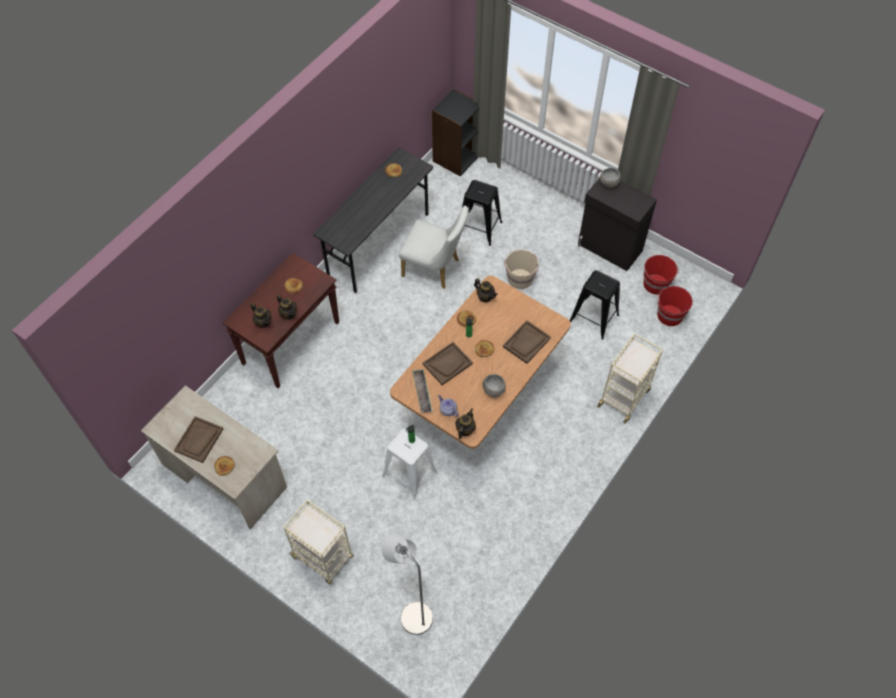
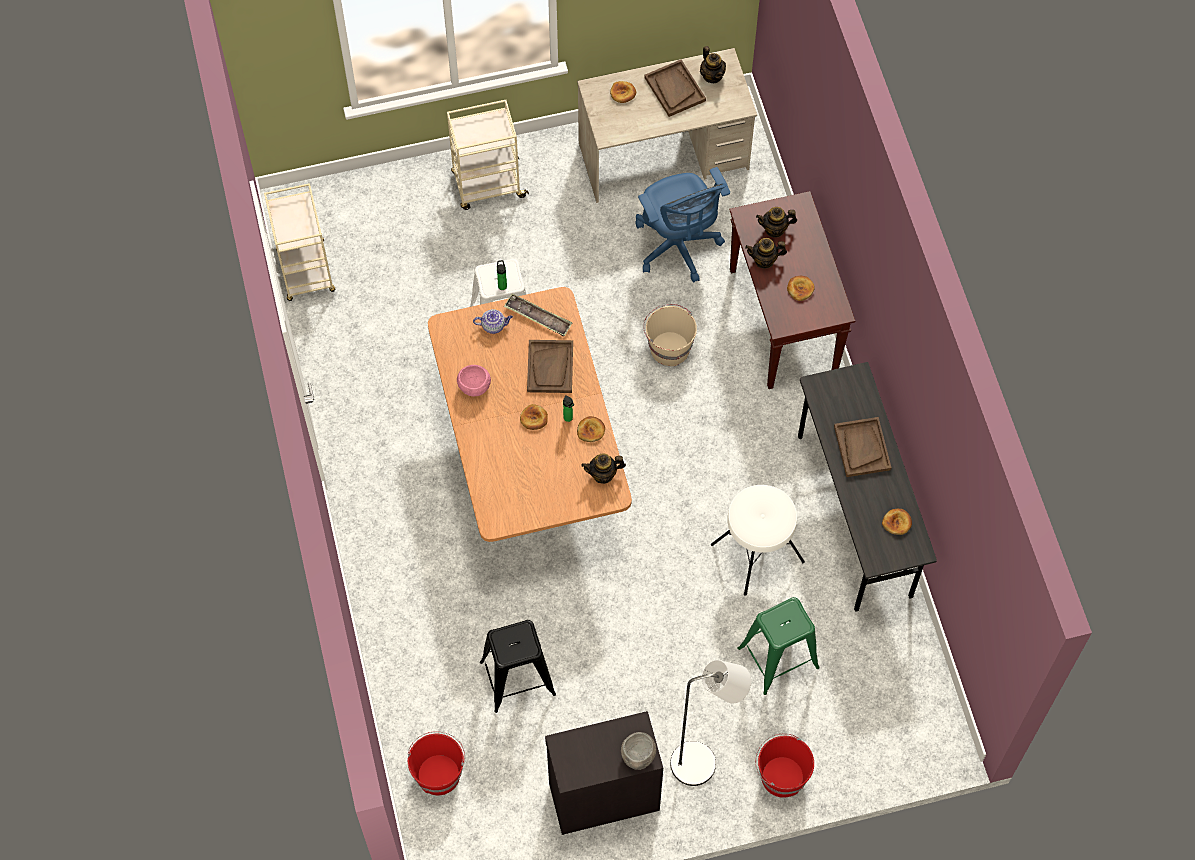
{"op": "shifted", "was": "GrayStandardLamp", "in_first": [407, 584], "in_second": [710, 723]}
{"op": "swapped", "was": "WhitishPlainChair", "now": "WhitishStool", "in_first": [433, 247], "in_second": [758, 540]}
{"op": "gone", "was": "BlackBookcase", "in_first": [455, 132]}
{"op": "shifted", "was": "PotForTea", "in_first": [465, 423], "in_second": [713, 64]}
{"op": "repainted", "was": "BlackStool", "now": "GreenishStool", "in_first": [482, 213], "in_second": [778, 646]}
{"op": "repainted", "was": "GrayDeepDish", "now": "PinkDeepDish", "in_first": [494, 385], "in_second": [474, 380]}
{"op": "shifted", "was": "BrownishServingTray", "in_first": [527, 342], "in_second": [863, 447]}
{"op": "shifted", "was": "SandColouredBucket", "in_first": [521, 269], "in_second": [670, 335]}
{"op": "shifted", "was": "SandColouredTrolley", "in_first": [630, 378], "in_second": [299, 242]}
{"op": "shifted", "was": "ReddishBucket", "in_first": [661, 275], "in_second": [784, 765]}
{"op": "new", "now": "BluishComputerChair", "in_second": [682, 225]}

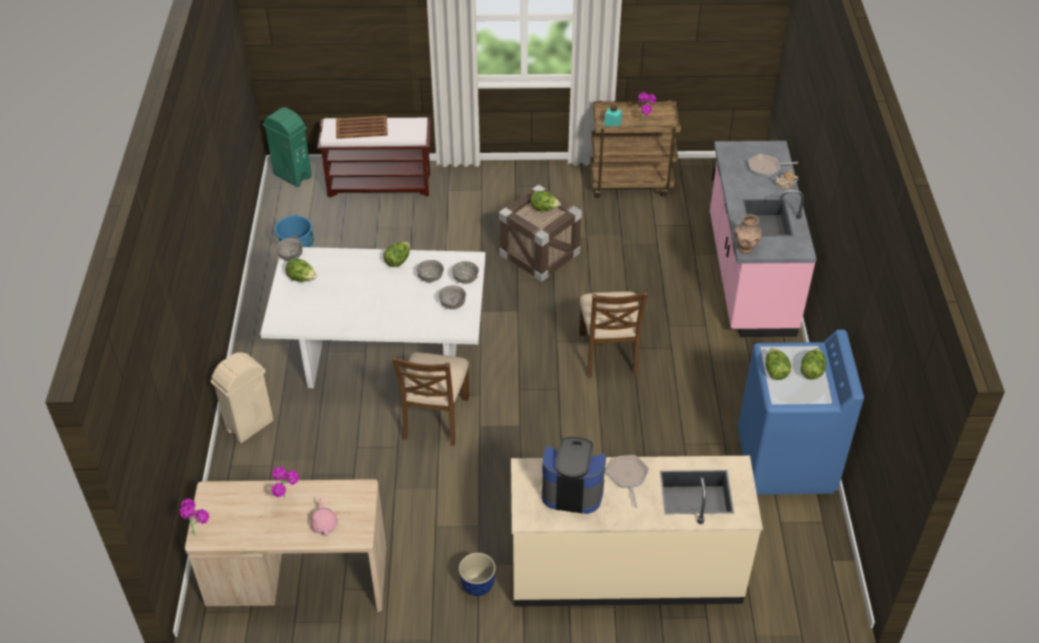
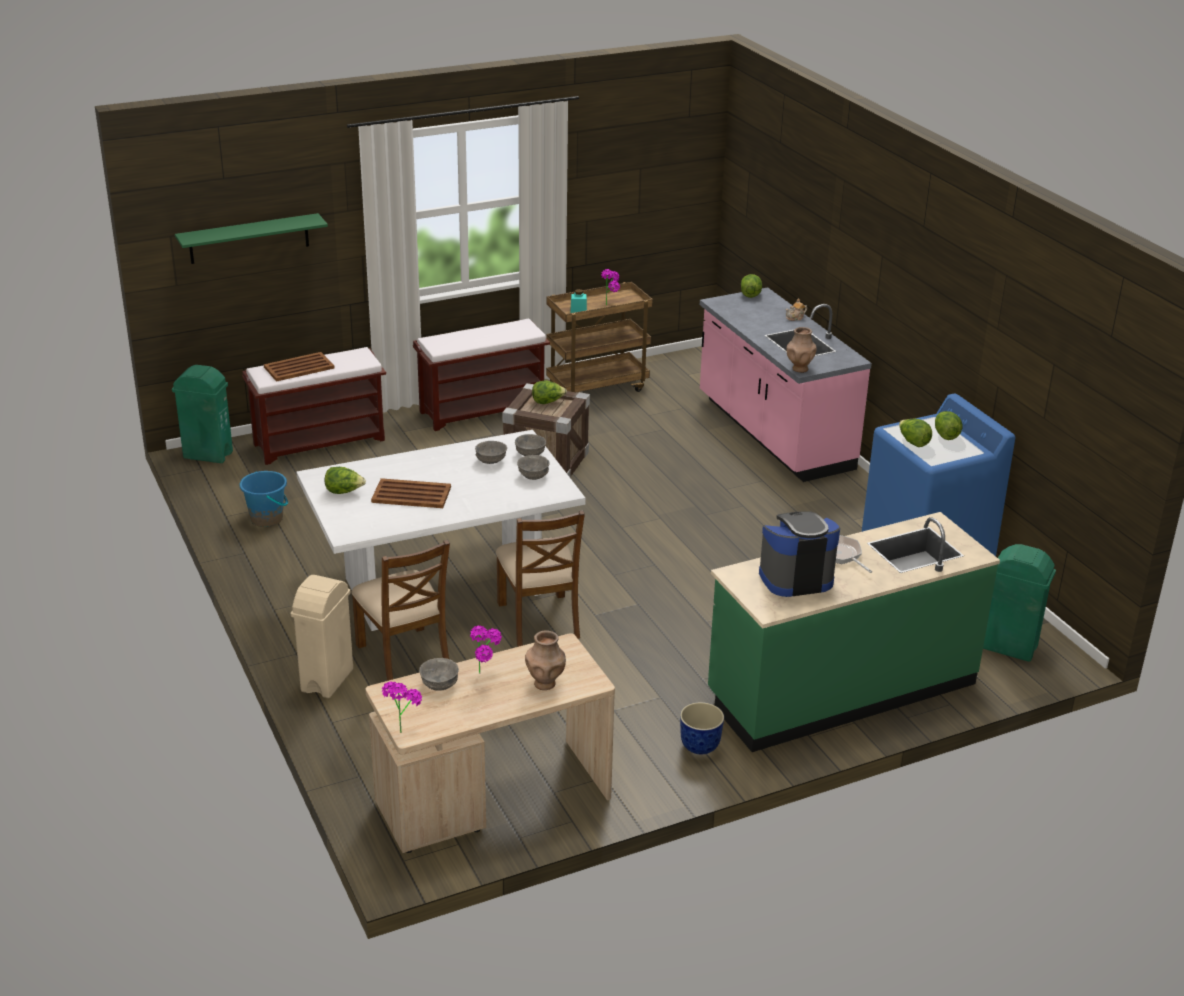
{"op": "shifted", "was": "GrayDeepDish", "in_first": [289, 249], "in_second": [439, 674]}
{"op": "swapped", "was": "PinkPotForTea", "now": "BrownishVase", "in_first": [324, 516], "in_second": [545, 660]}
{"op": "shifted", "was": "Lettuce", "in_first": [396, 254], "in_second": [751, 286]}
{"op": "repainted", "was": "SandColouredKitchenCounter", "now": "GreenishKitchenCounter", "in_first": [637, 531], "in_second": [854, 632]}
{"op": "shifted", "was": "BrownishPlainChair", "in_first": [613, 335], "in_second": [401, 610]}
{"op": "gone", "was": "Pan", "in_first": [773, 165]}
{"op": "new", "now": "GreenishBracketShelf", "in_second": [251, 238]}
{"op": "new", "now": "BrownishServingTray", "in_second": [411, 493]}
{"op": "new", "now": "BrownishBench", "in_second": [481, 375]}
{"op": "new", "now": "GreenishWasteBin", "in_second": [1019, 603]}

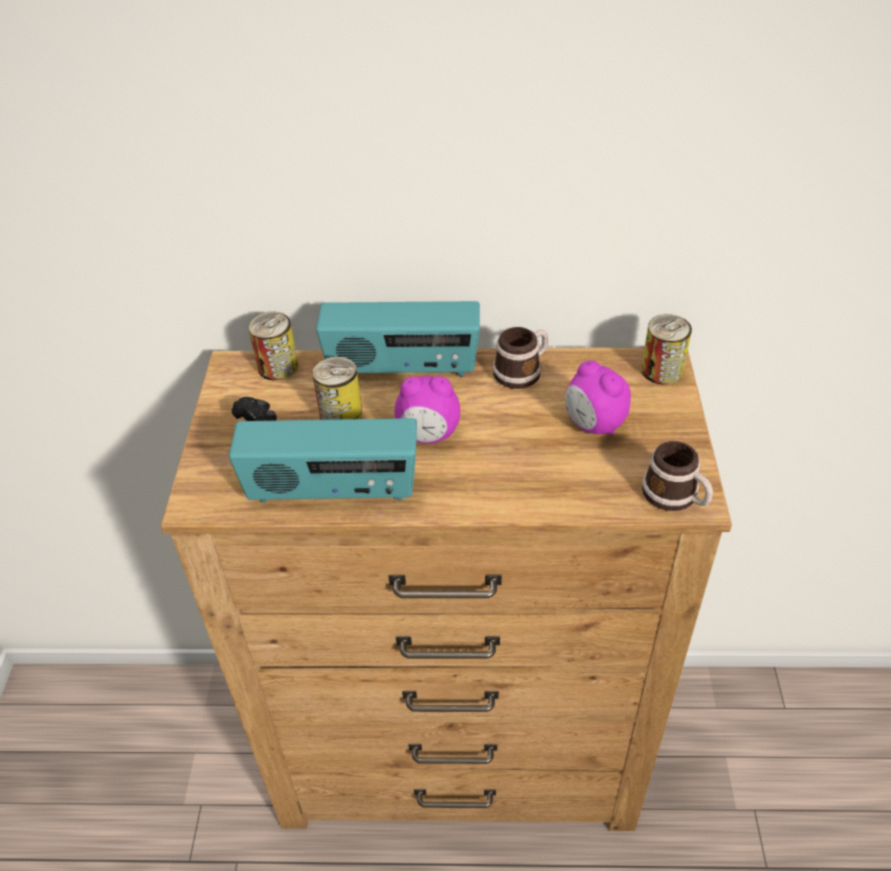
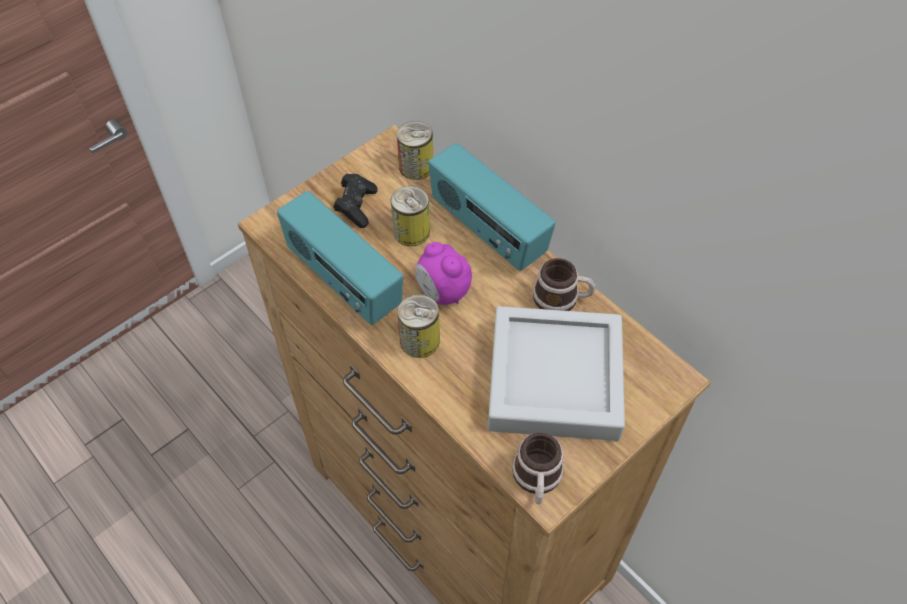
{"op": "swapped", "was": "AlarmClock", "now": "GrayServingTray", "in_first": [598, 398], "in_second": [556, 373]}
{"op": "shifted", "was": "MetalCan", "in_first": [666, 349], "in_second": [418, 326]}

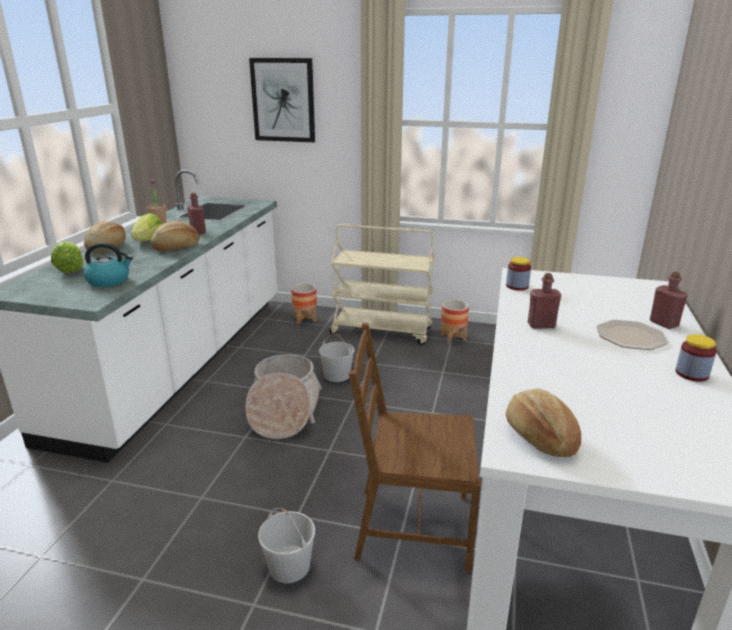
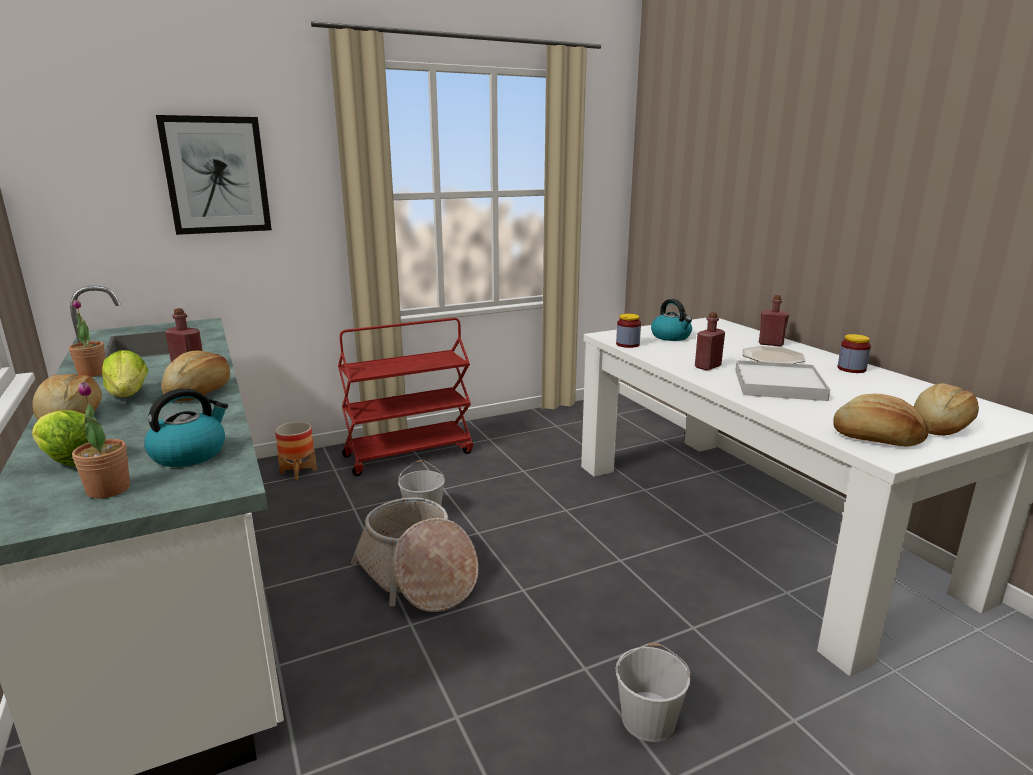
{"op": "repainted", "was": "SandColouredTrolley", "now": "ReddishTrolley", "in_first": [382, 284], "in_second": [405, 397]}
{"op": "gone", "was": "BrownishPlainChair", "in_first": [415, 448]}
{"op": "gone", "was": "PlantPot", "in_first": [454, 321]}
{"op": "new", "now": "PottedPlant", "in_second": [101, 440]}
{"op": "new", "now": "Kettle", "in_second": [671, 320]}
{"op": "new", "now": "WhitishServingTray", "in_second": [782, 380]}
{"op": "new", "now": "Bread", "in_second": [946, 409]}

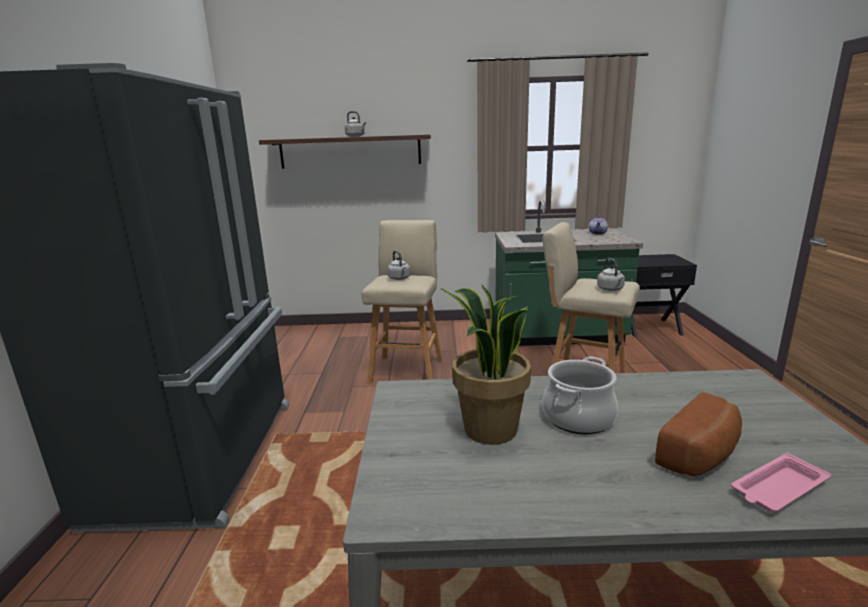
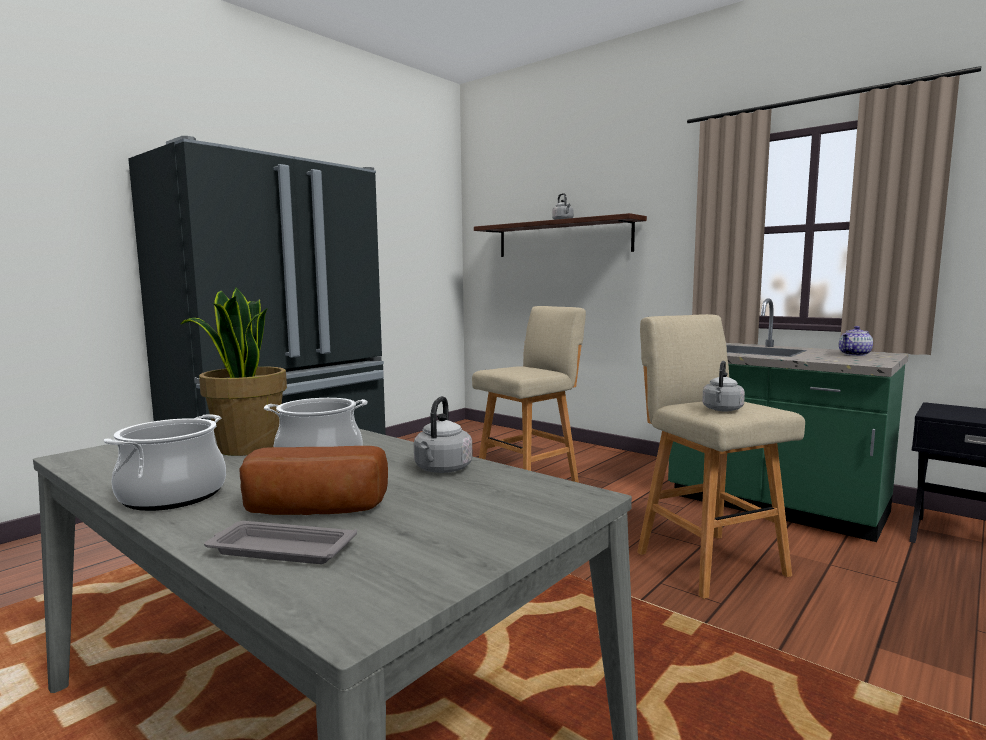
{"op": "shifted", "was": "GrayKettle", "in_first": [398, 265], "in_second": [443, 434]}
{"op": "repainted", "was": "PinkServingTray", "now": "GrayServingTray", "in_first": [781, 482], "in_second": [280, 542]}
{"op": "new", "now": "Saucepot", "in_second": [165, 462]}

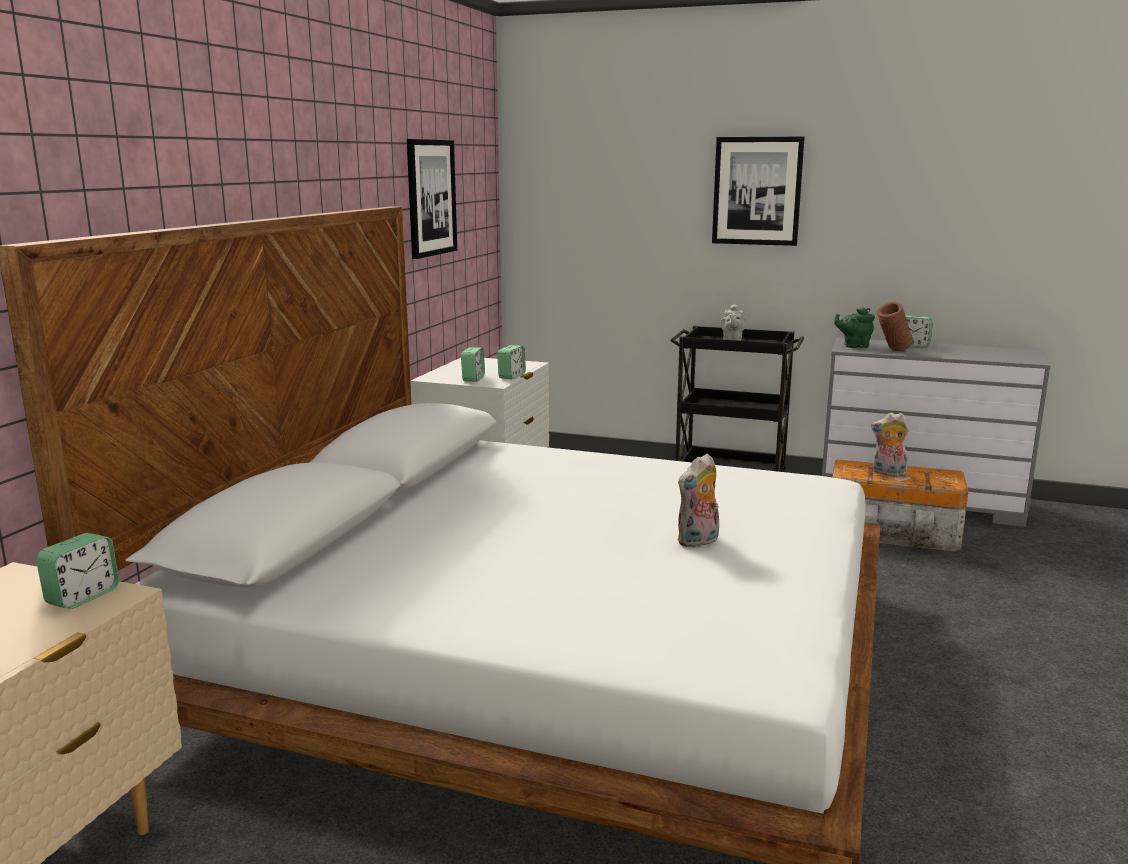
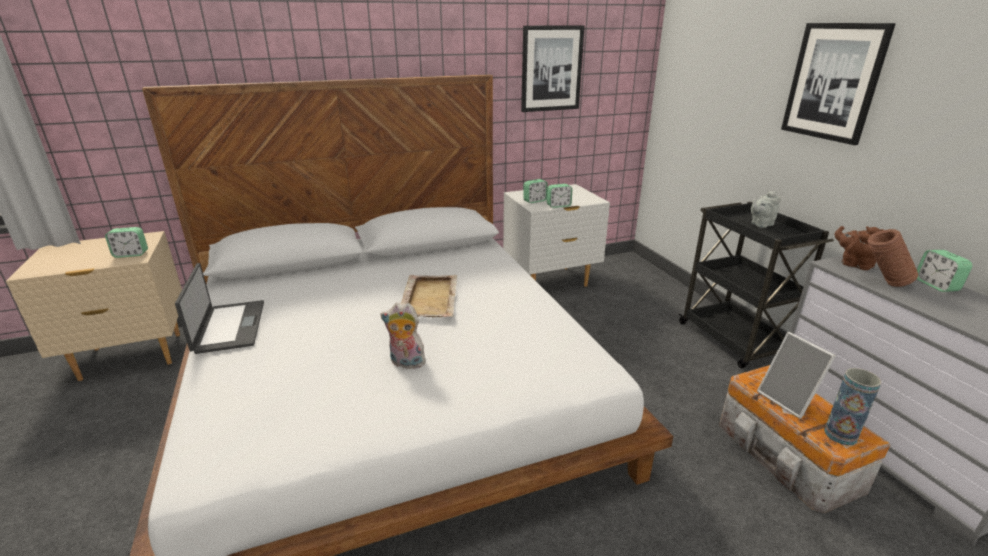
{"op": "repainted", "was": "GreenishPotForTea", "now": "BrownishPotForTea", "in_first": [854, 328], "in_second": [859, 248]}
{"op": "swapped", "was": "PlushToy", "now": "StandingFrame", "in_first": [890, 444], "in_second": [796, 375]}
{"op": "new", "now": "PortableComputer", "in_second": [219, 308]}
{"op": "new", "now": "SandColouredServingTray", "in_second": [429, 296]}
{"op": "new", "now": "Vase", "in_second": [853, 407]}

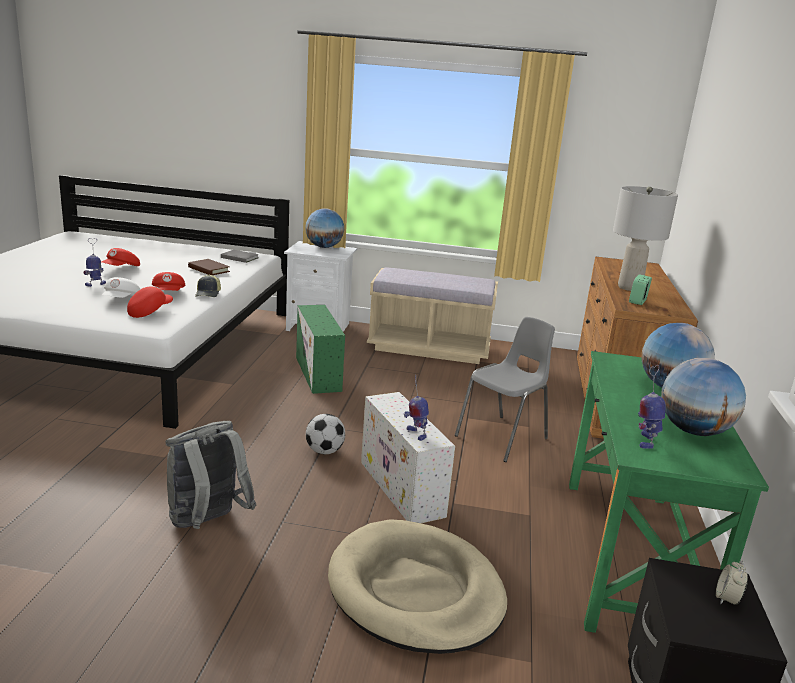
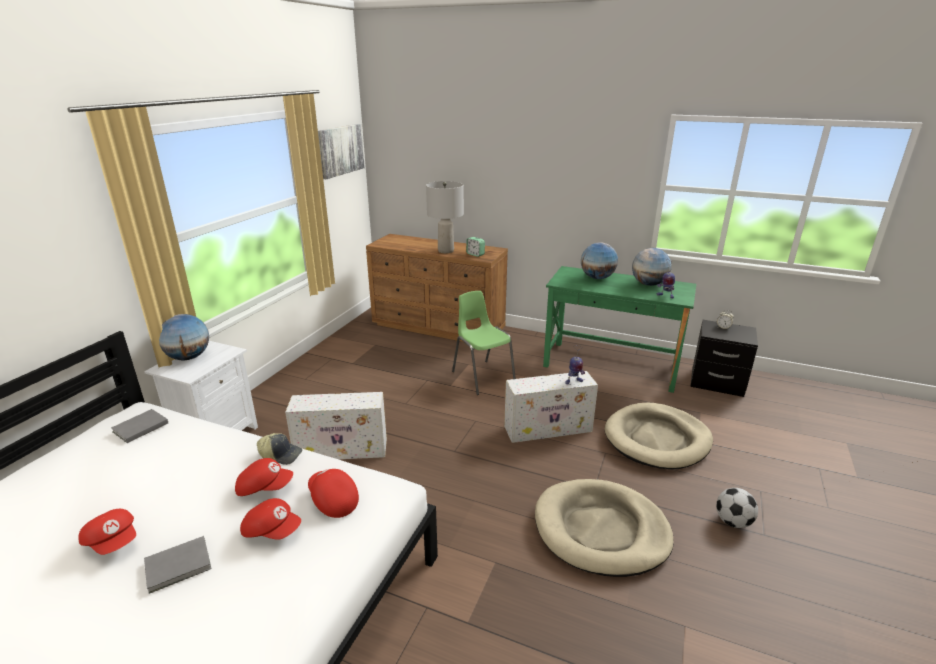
{"op": "swapped", "was": "RobotFigure", "now": "GrayBook", "in_first": [94, 262], "in_second": [177, 565]}
{"op": "repainted", "was": "WhitishPeakedCap", "now": "ReddishPeakedCap", "in_first": [121, 287], "in_second": [270, 519]}
{"op": "swapped", "was": "GrayRucksack", "now": "SandColouredPetBed", "in_first": [210, 475], "in_second": [604, 528]}
{"op": "gone", "was": "BrownishBook", "in_first": [209, 267]}
{"op": "repainted", "was": "GreenishStorageContainer", "now": "WhitishStorageContainer", "in_first": [320, 349], "in_second": [336, 425]}
{"op": "shifted", "was": "BallForFootball", "in_first": [325, 434], "in_second": [737, 508]}
{"op": "gone", "was": "SandColouredBench", "in_first": [432, 315]}
{"op": "repainted", "was": "GrayPlainChair", "now": "GreenishPlainChair", "in_first": [505, 389], "in_second": [484, 343]}
{"op": "new", "now": "WallPicture", "in_second": [341, 151]}

